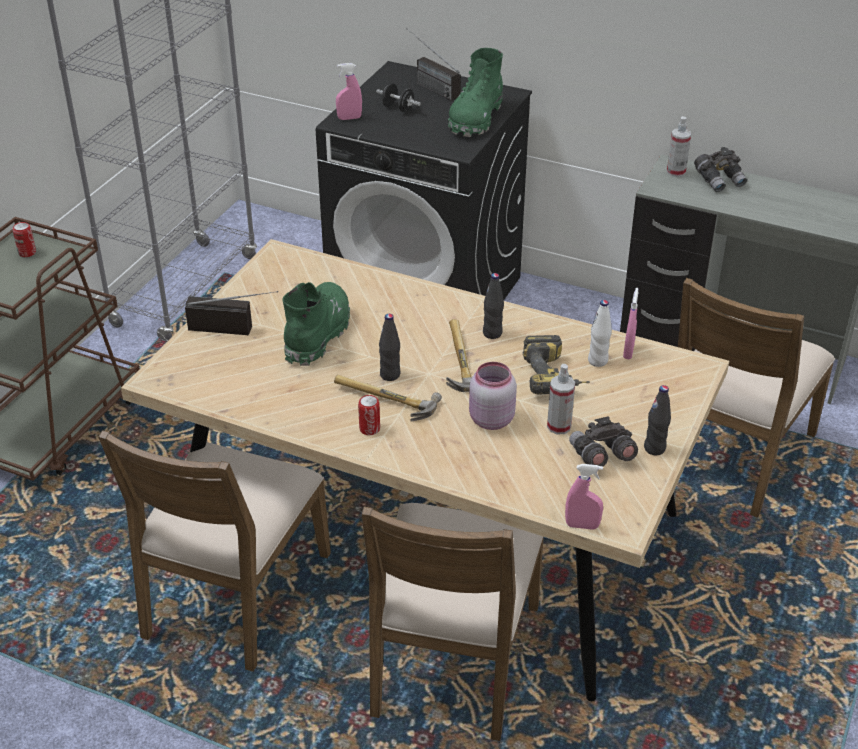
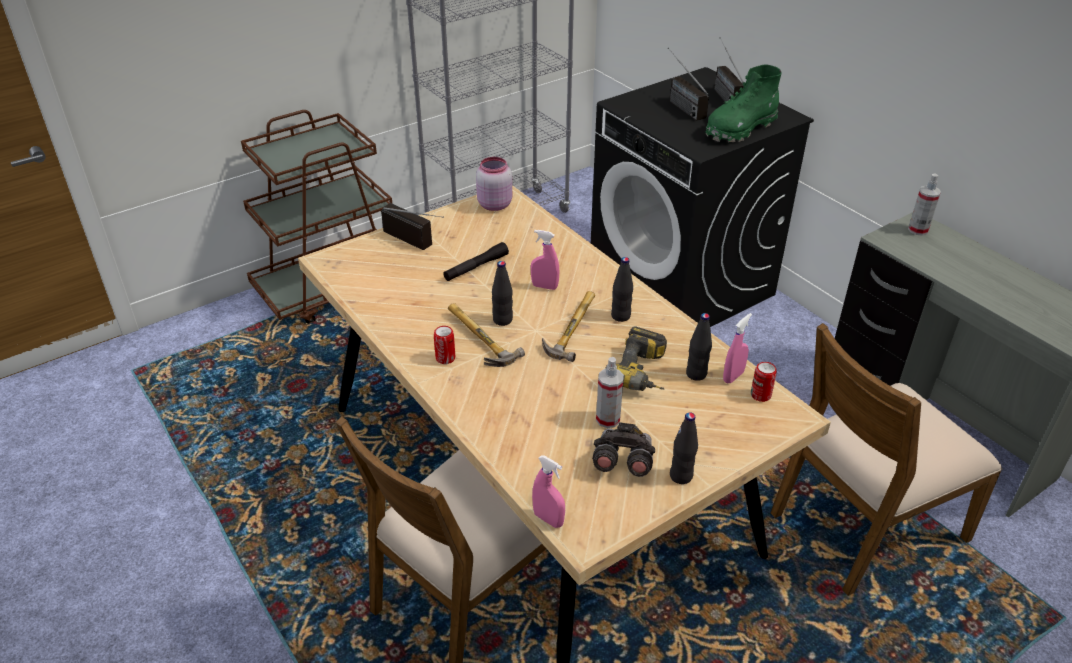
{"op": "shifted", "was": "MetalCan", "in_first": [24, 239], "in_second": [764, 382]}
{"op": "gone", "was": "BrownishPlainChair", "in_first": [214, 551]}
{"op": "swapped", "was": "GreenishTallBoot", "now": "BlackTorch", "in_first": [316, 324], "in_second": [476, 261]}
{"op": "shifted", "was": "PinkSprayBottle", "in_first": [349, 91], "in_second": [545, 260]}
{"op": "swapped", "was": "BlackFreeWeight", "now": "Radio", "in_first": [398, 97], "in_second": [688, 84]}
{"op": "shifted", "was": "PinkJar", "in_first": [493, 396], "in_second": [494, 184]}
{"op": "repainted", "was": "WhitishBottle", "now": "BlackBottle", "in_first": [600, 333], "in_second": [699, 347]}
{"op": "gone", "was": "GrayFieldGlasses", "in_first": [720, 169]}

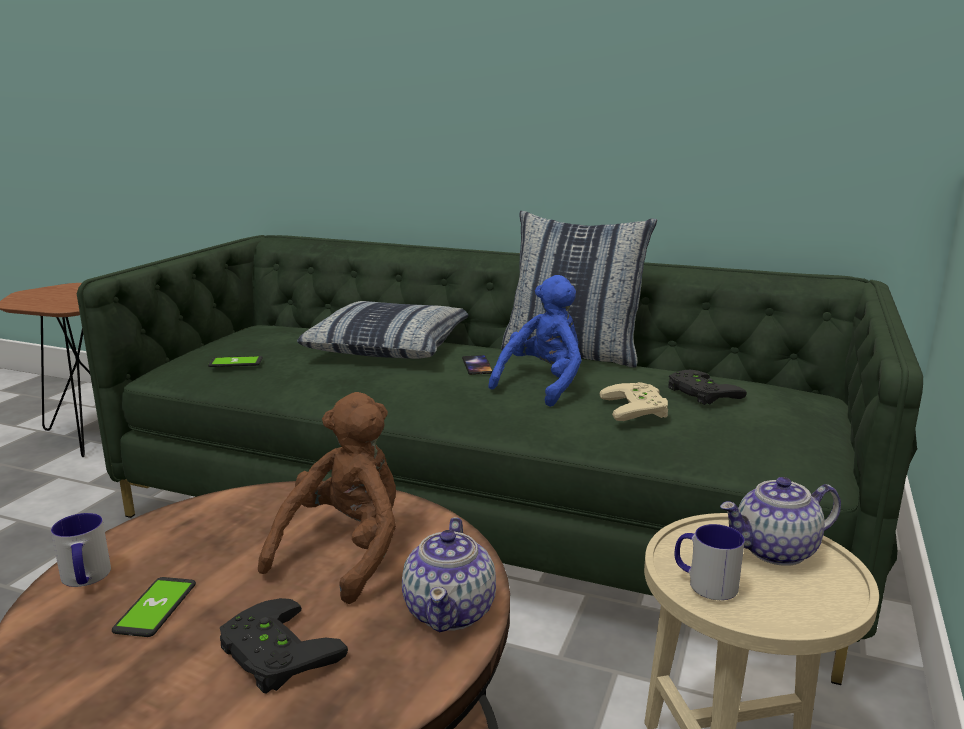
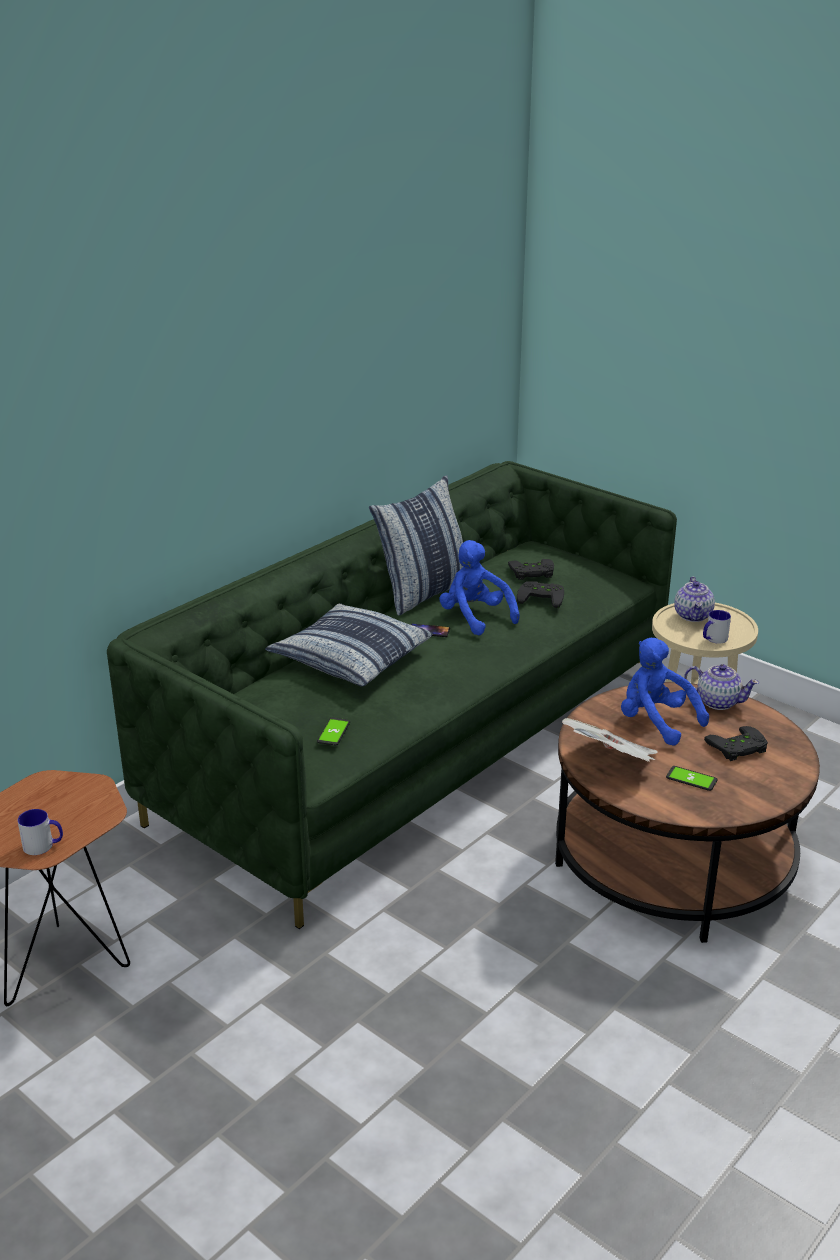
{"op": "shifted", "was": "CoffeeMug", "in_first": [81, 550], "in_second": [40, 832]}
{"op": "repainted", "was": "BrownishPlushToy", "now": "BluishPlushToy", "in_first": [327, 498], "in_second": [665, 692]}
{"op": "repainted", "was": "SandColouredGamepad", "now": "BlackGamepad", "in_first": [634, 401], "in_second": [540, 594]}
{"op": "new", "now": "Newspaper", "in_second": [610, 740]}

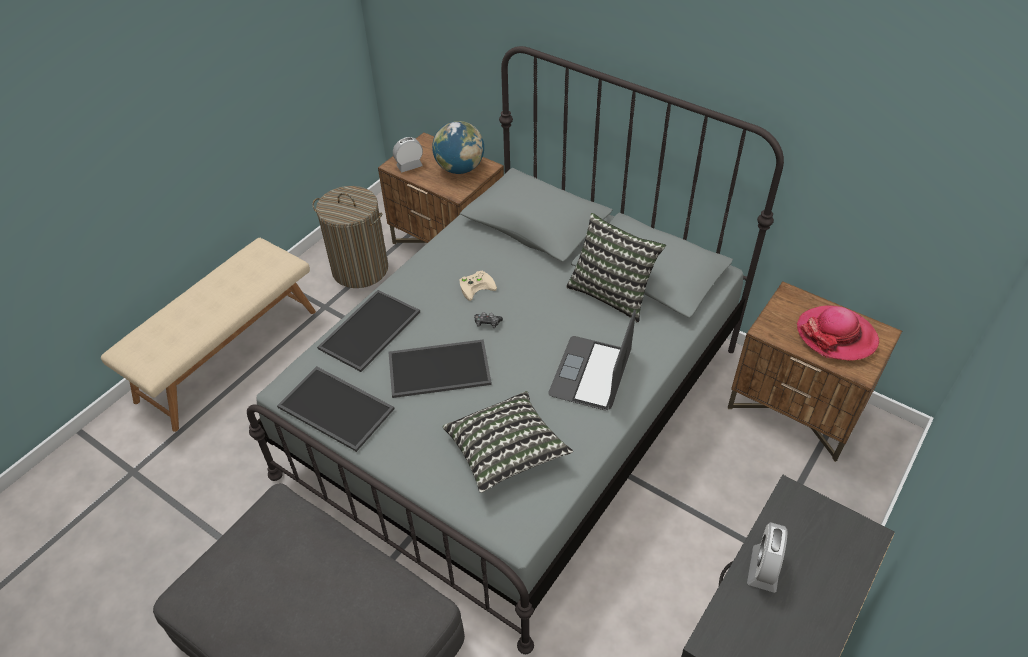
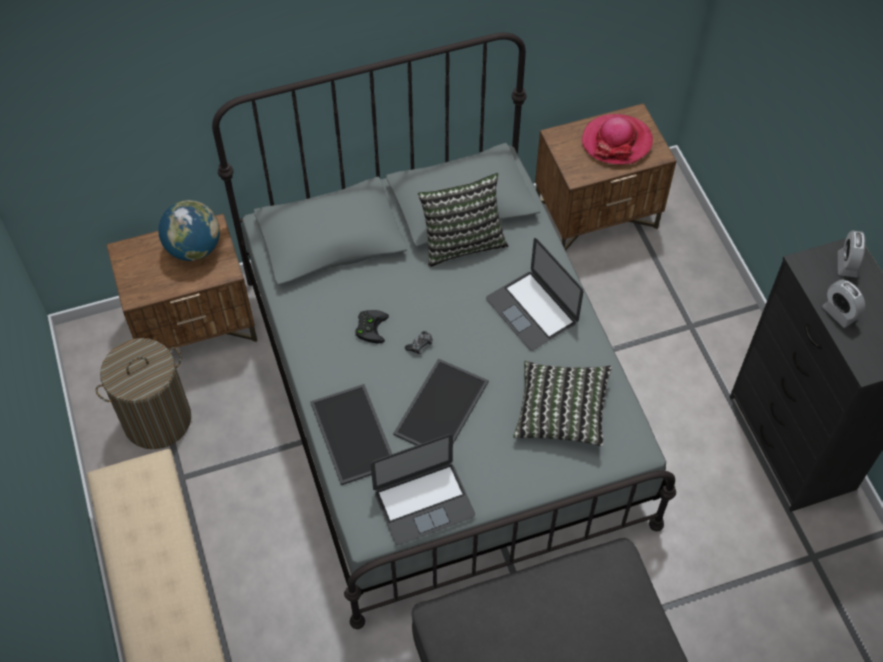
{"op": "swapped", "was": "ServingTray", "now": "PortableComputer", "in_first": [335, 409], "in_second": [423, 489]}
{"op": "shifted", "was": "AlarmClock", "in_first": [408, 154], "in_second": [851, 254]}
{"op": "repainted", "was": "SandColouredGamepad", "now": "BlackGamepad", "in_first": [478, 286], "in_second": [372, 326]}

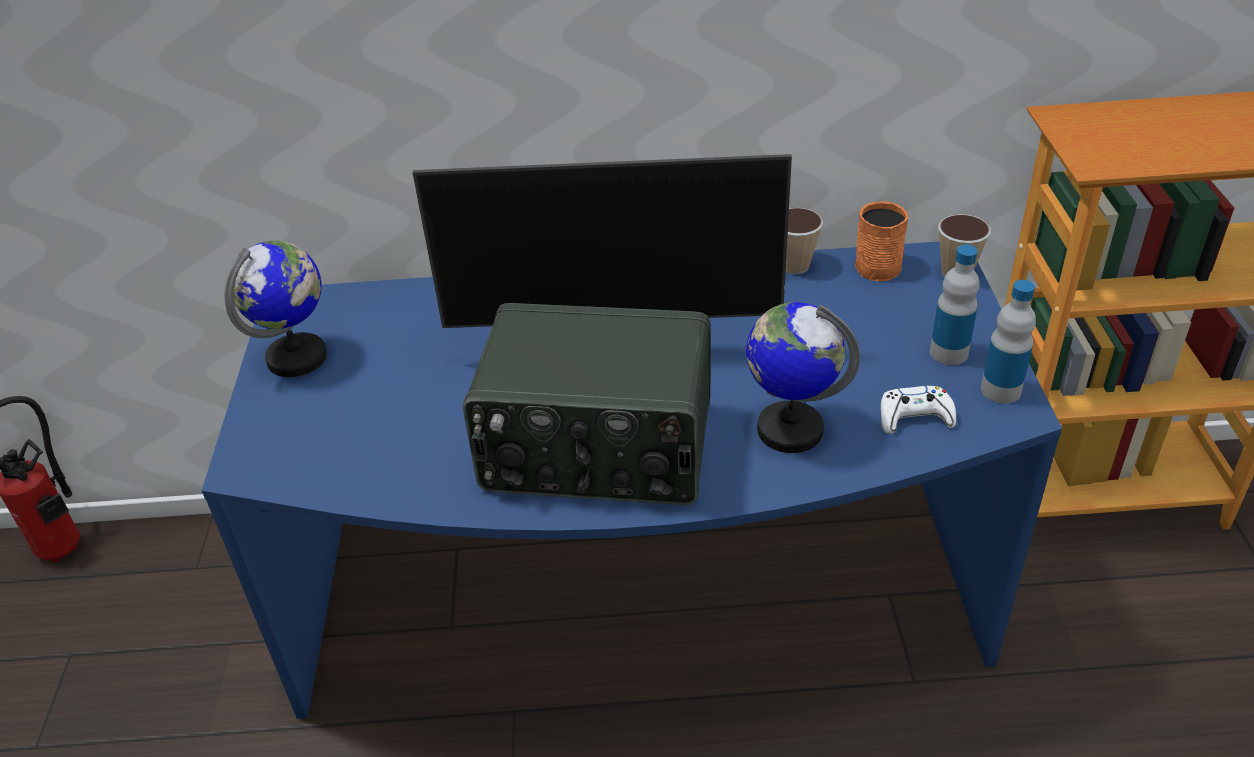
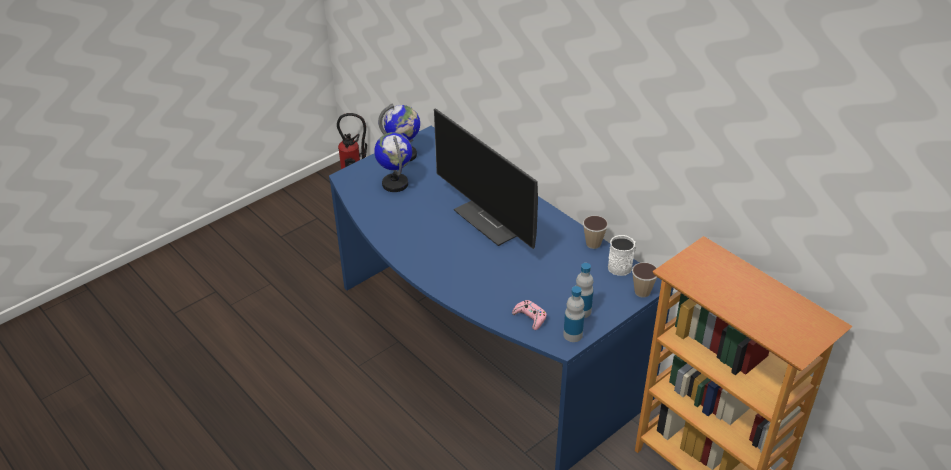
{"op": "gone", "was": "Radio", "in_first": [587, 404]}
{"op": "shifted", "was": "DeskGlobe", "in_first": [803, 377], "in_second": [393, 162]}
{"op": "repainted", "was": "OrangeCoffeeMug", "now": "WhitishCoffeeMug", "in_first": [882, 241], "in_second": [622, 255]}
{"op": "repainted", "was": "WhitishGamepad", "now": "PinkGamepad", "in_first": [918, 410], "in_second": [529, 315]}

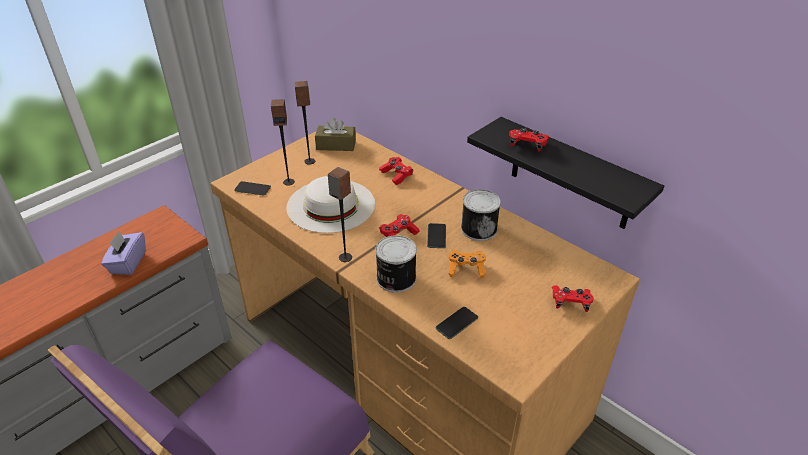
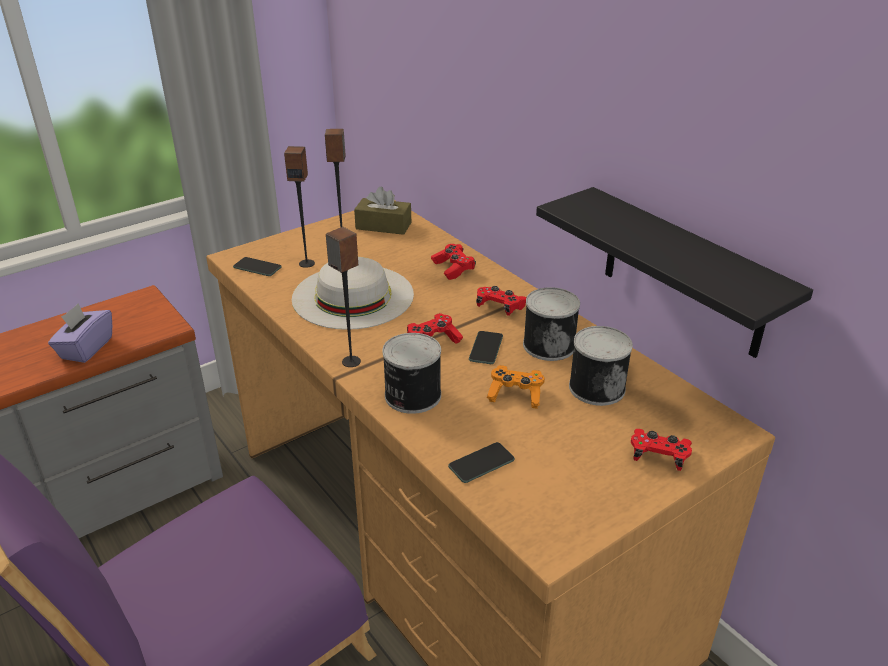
{"op": "shifted", "was": "ReddishGamepad", "in_first": [529, 139], "in_second": [501, 301]}
{"op": "new", "now": "MetalCan", "in_second": [601, 366]}

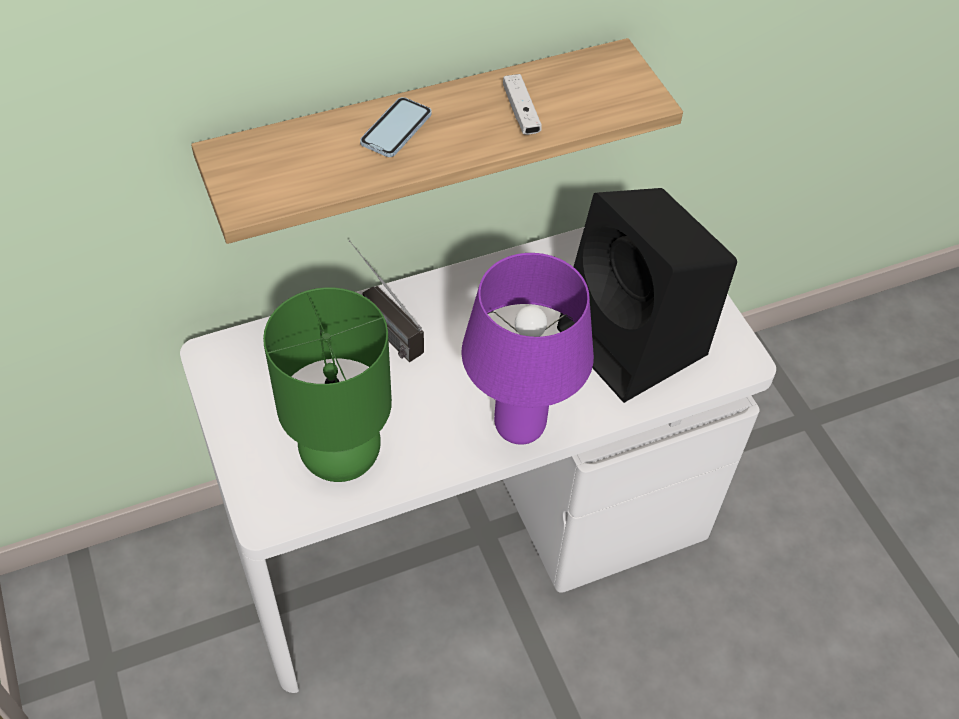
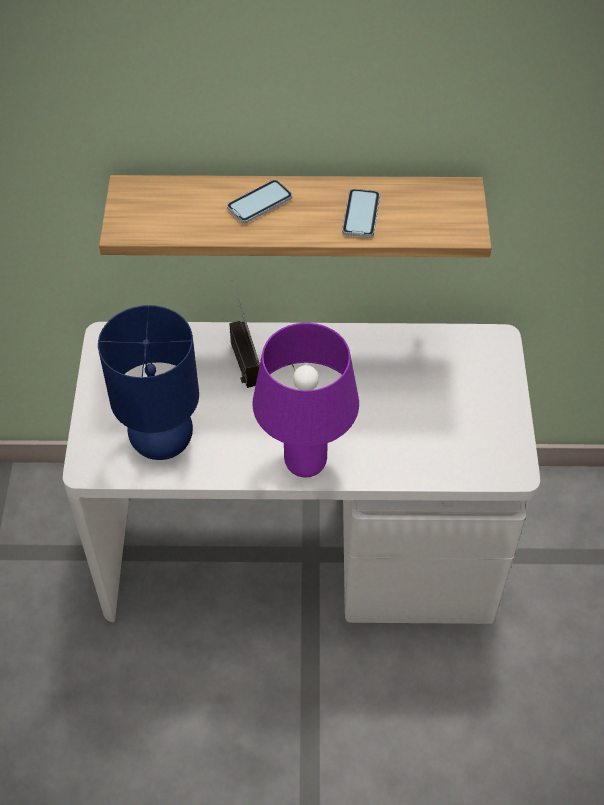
{"op": "repainted", "was": "GreenishTableLamp", "now": "BluishTableLamp", "in_first": [327, 384], "in_second": [148, 382]}
{"op": "swapped", "was": "WhitishGamepad", "now": "Phone", "in_first": [522, 104], "in_second": [361, 213]}
{"op": "gone", "was": "BlackSpeaker", "in_first": [647, 295]}

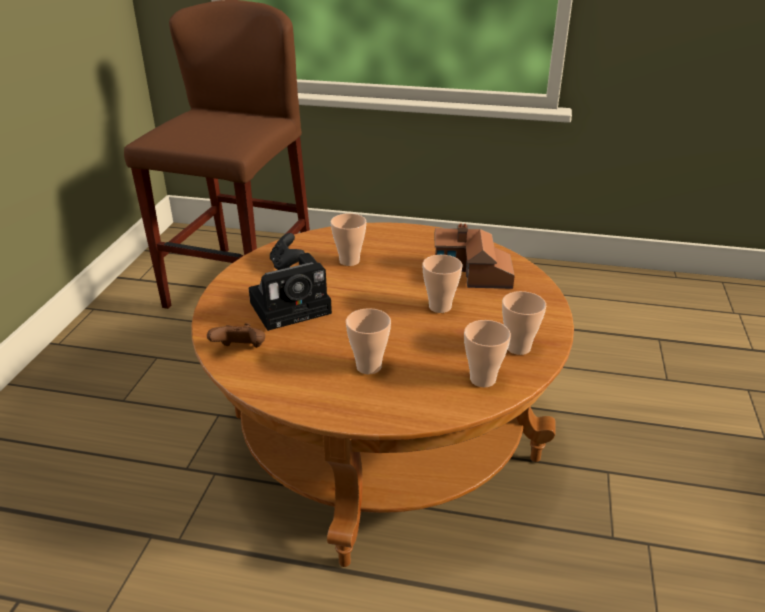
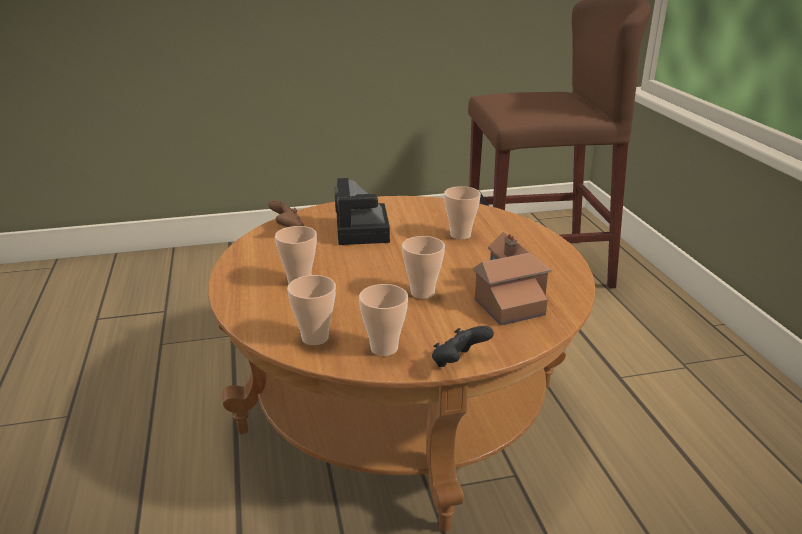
{"op": "rotated", "was": "StillCamera", "in_first": [290, 292], "in_second": [362, 211], "clockwise": 45}
{"op": "shifted", "was": "BlackGamepad", "in_first": [287, 251], "in_second": [463, 346]}

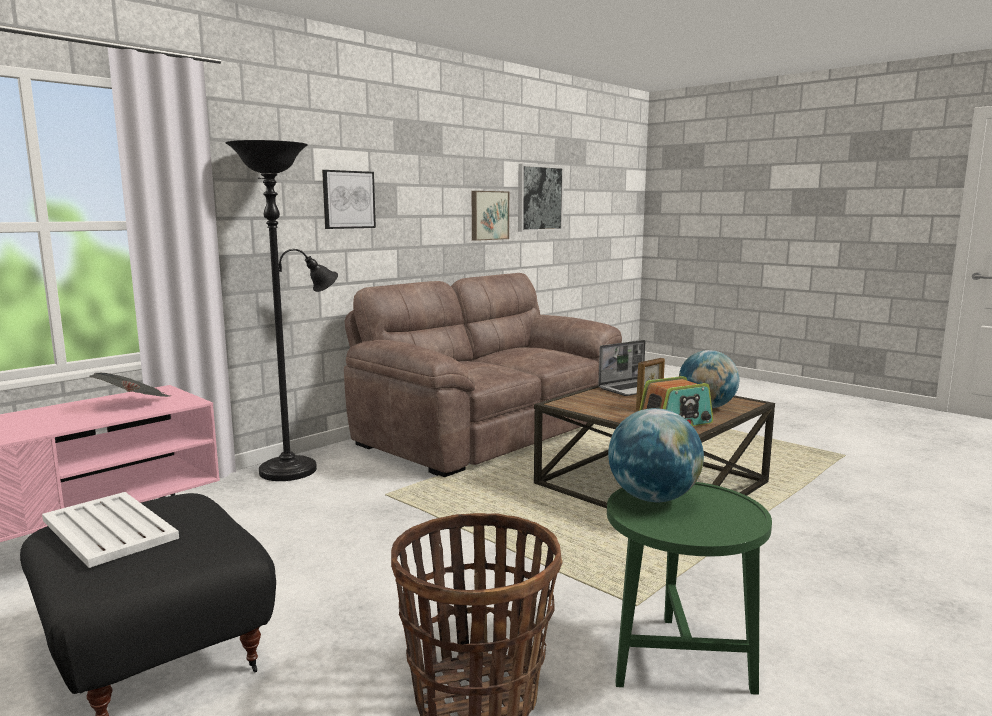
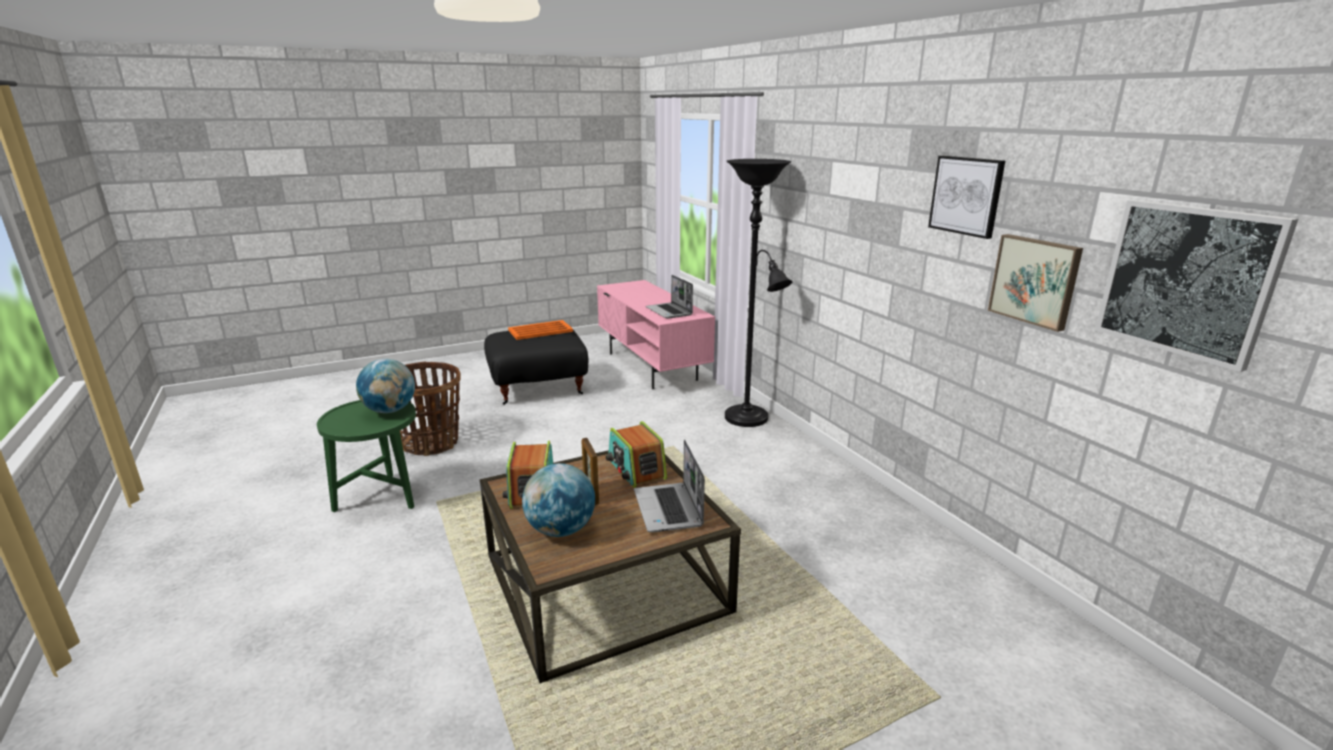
{"op": "repainted", "was": "WhitishServingTray", "now": "OrangeServingTray", "in_first": [110, 530], "in_second": [540, 330]}
{"op": "swapped", "was": "Newspaper", "now": "PortableComputer", "in_first": [129, 385], "in_second": [669, 297]}
{"op": "shifted", "was": "WallPicture", "in_first": [349, 199], "in_second": [966, 197]}
{"op": "gone", "was": "BrownishCouch", "in_first": [483, 375]}
{"op": "new", "now": "Radio", "in_second": [636, 454]}

